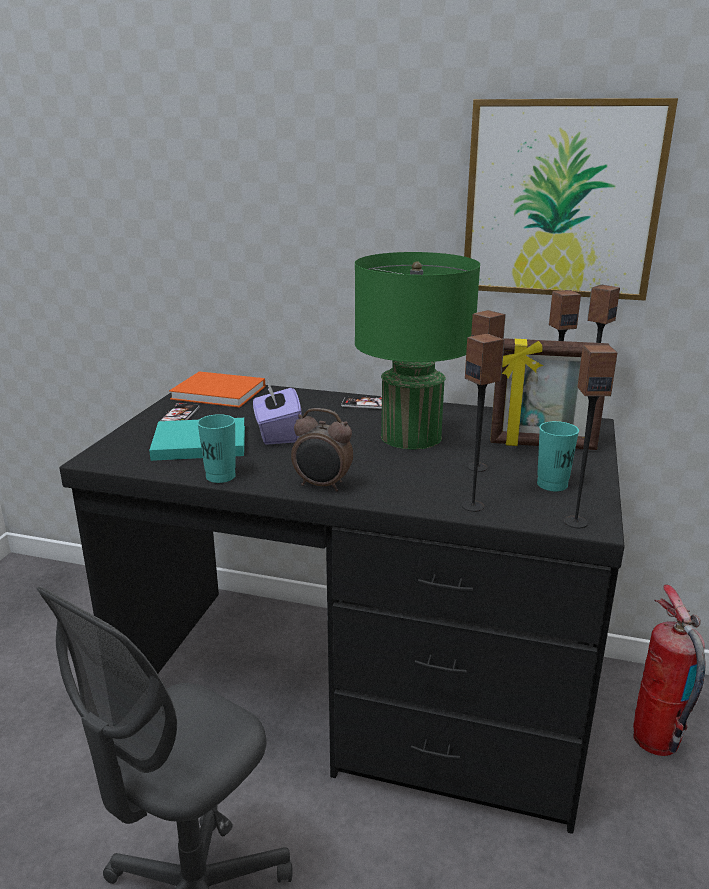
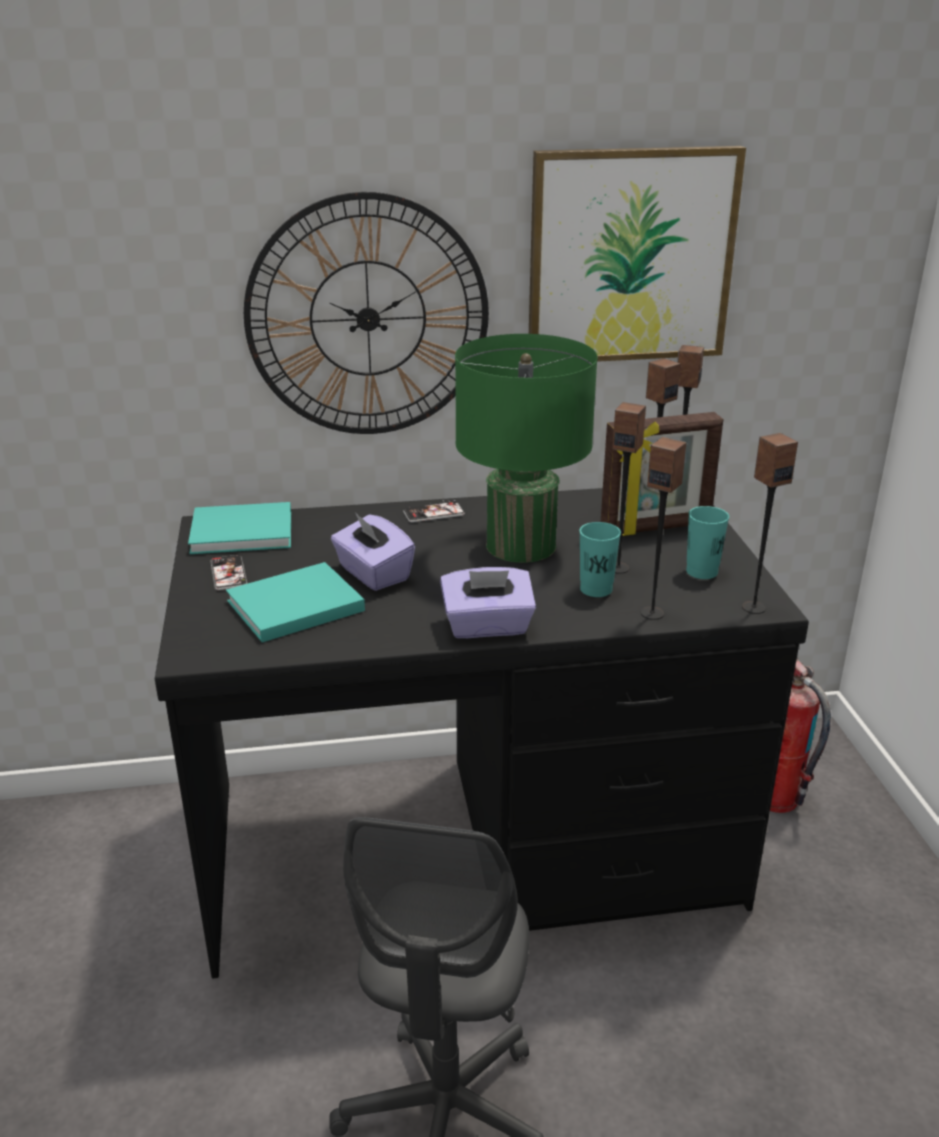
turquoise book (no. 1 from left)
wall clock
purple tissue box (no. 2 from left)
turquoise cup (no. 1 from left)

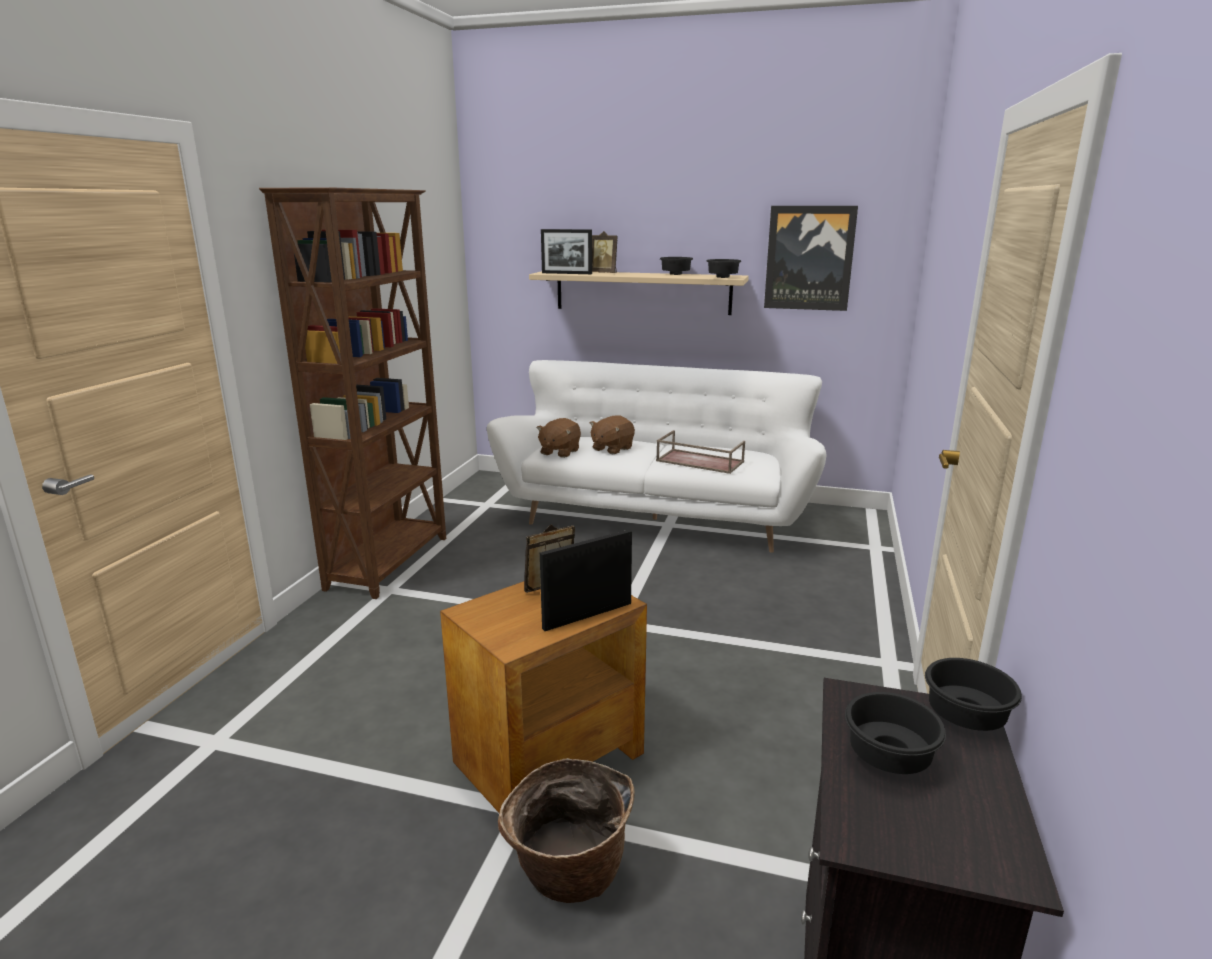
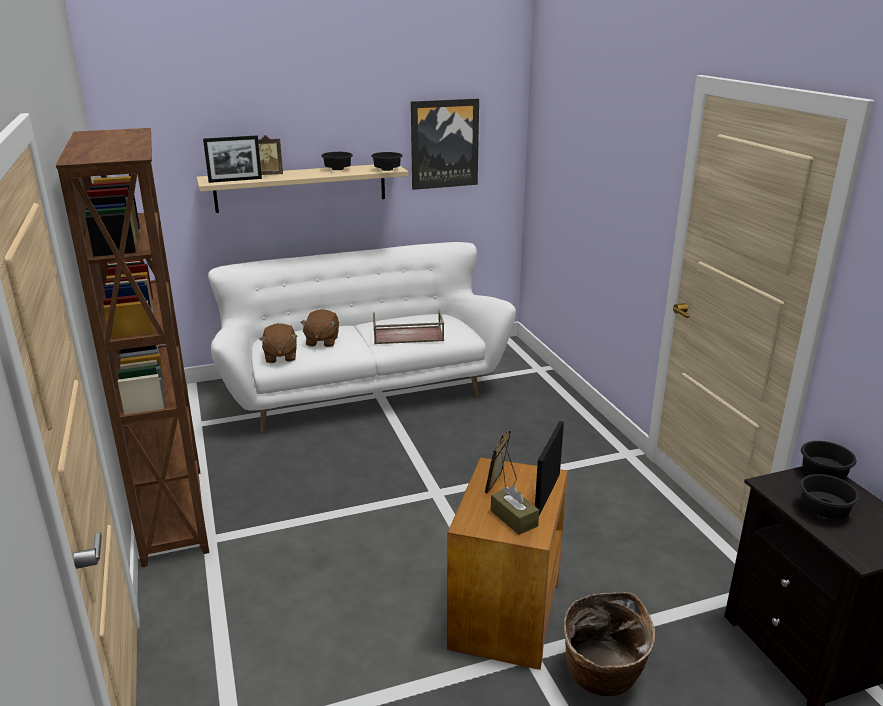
brown tissue box

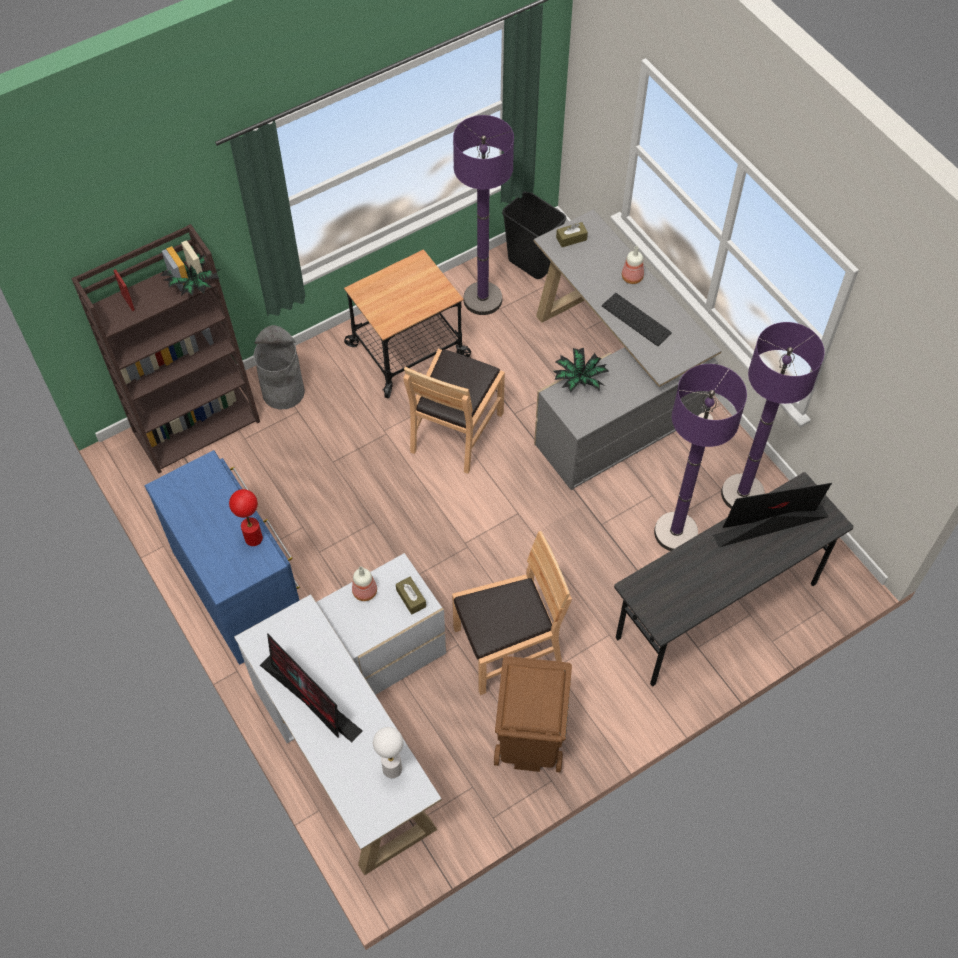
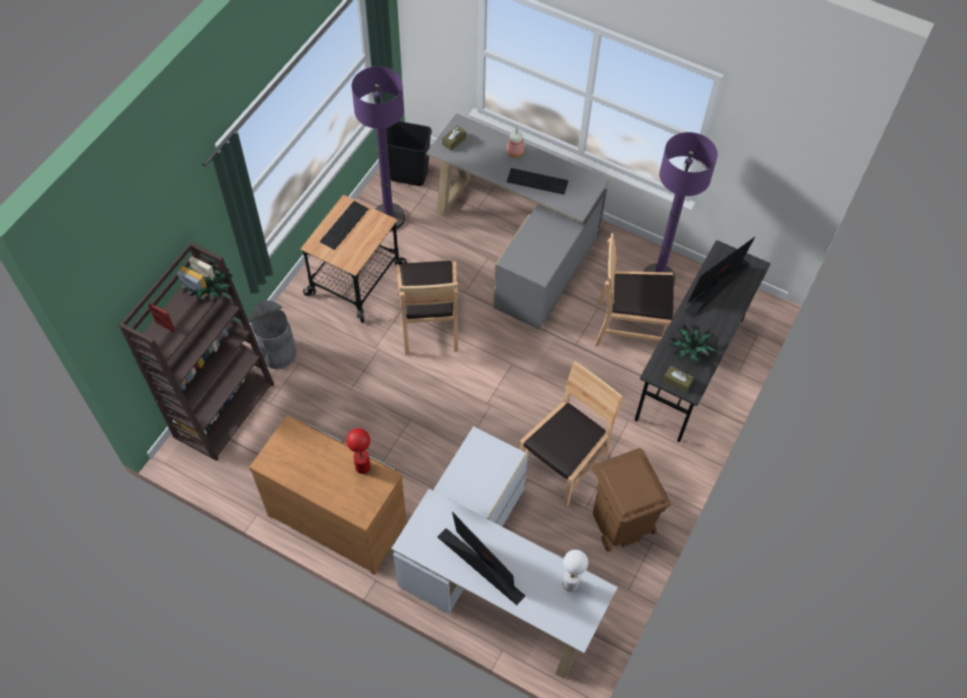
brown dresser
keyboard (no. 1 from left)
monitor (no. 1 from left)
brown chair (no. 3 from left)
brown tissue box (no. 2 from left)
potted plant (no. 2 from left)
bottle (no. 1 from left in the first image)

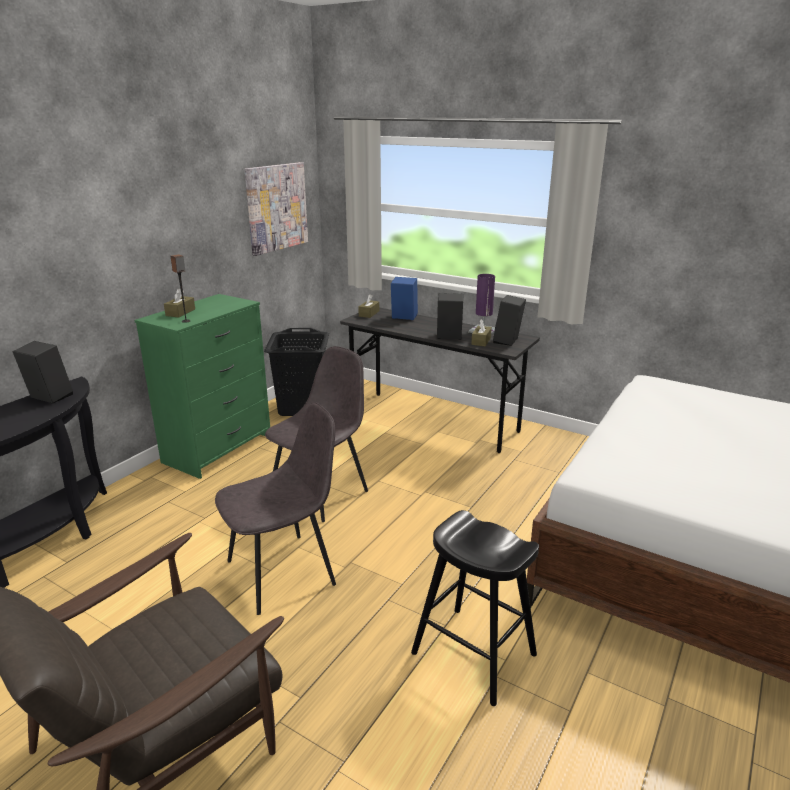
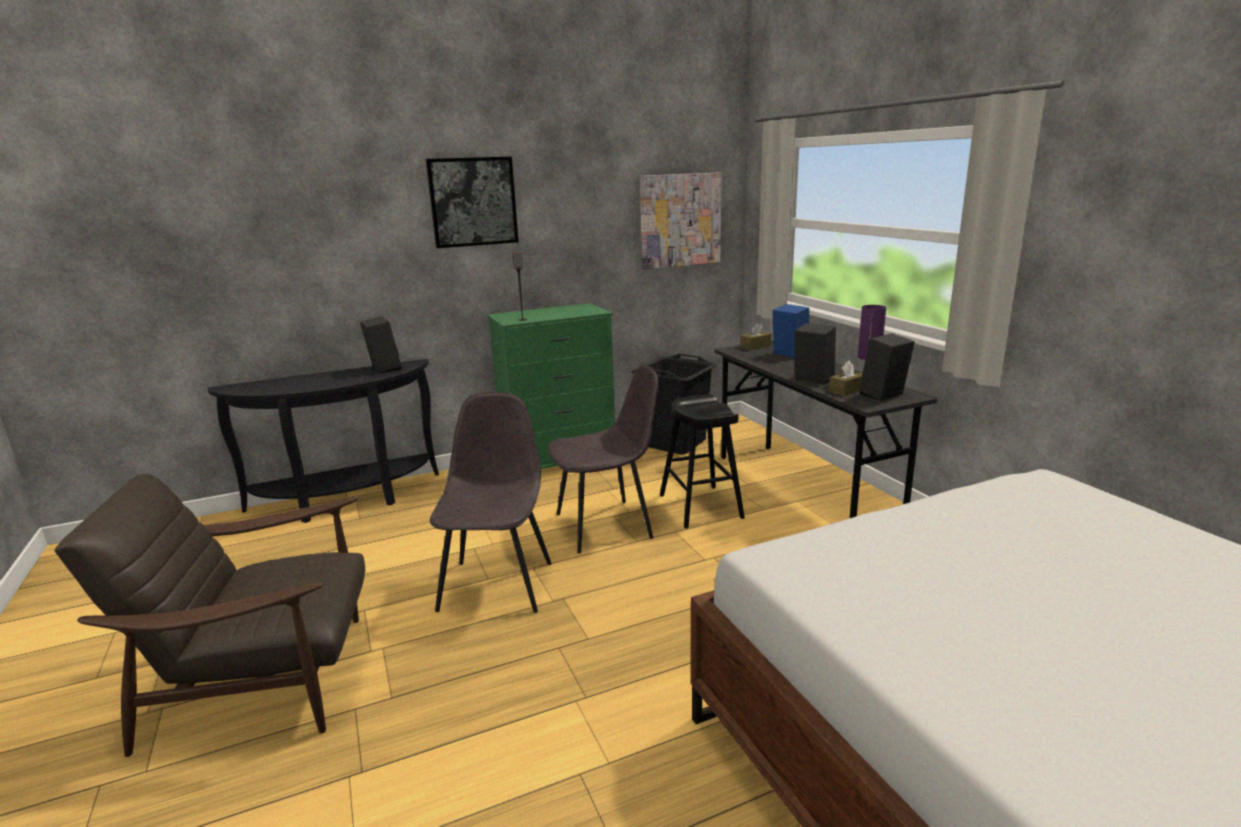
picture (no. 1 from left)
grey chair (no. 1 from left)
black stool
brown tissue box (no. 1 from left in the first image)

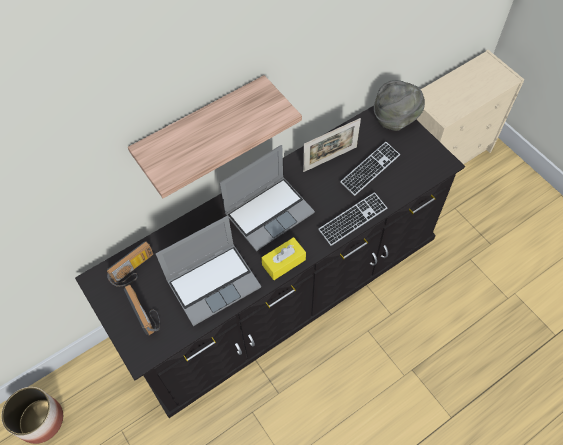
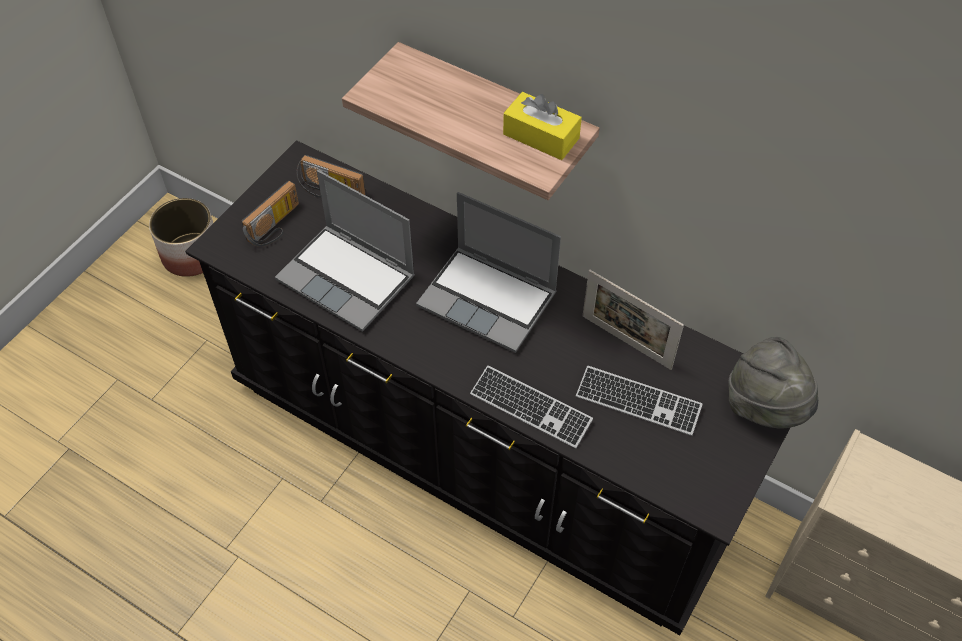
yellow tissue box

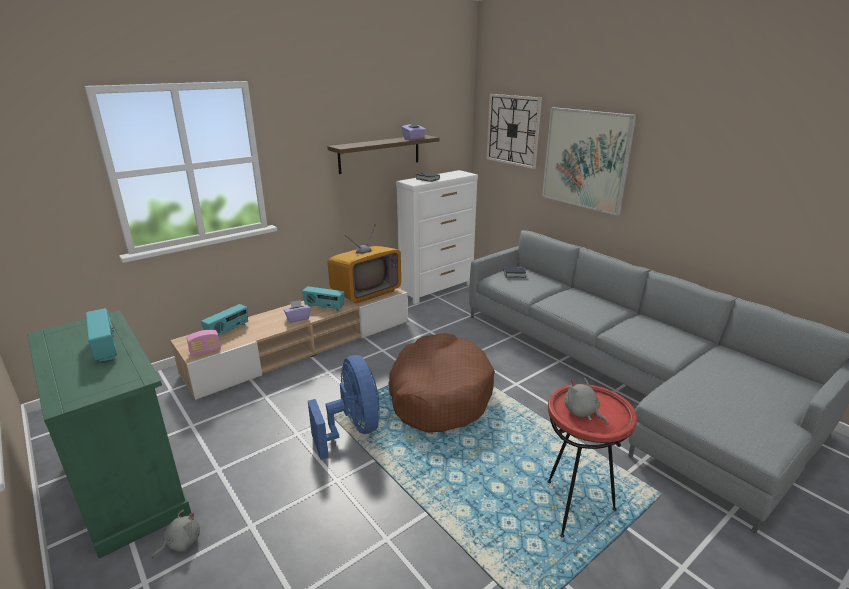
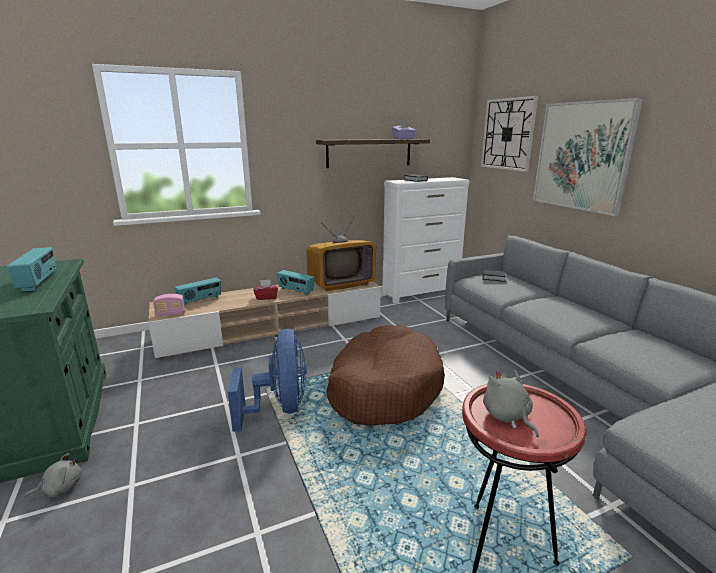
red tissue box

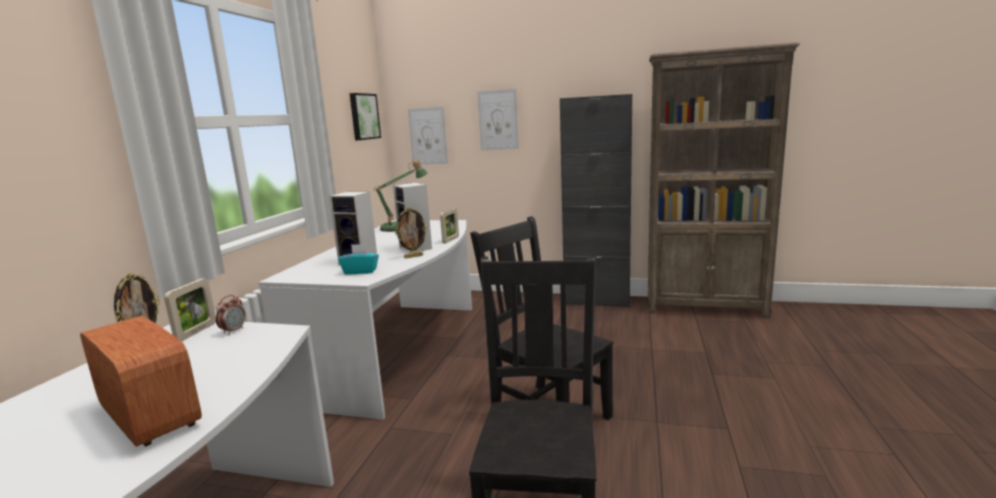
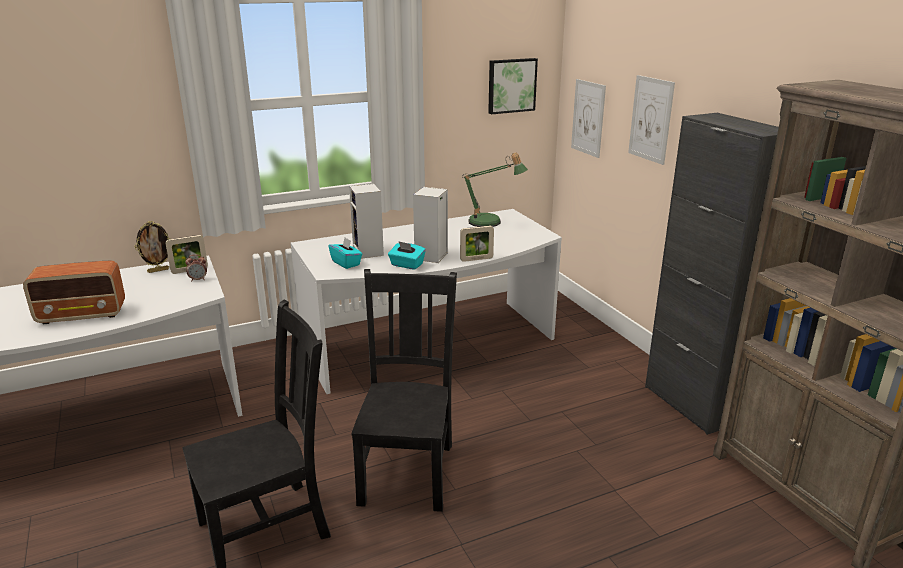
radio
turquoise tissue box (no. 2 from left)

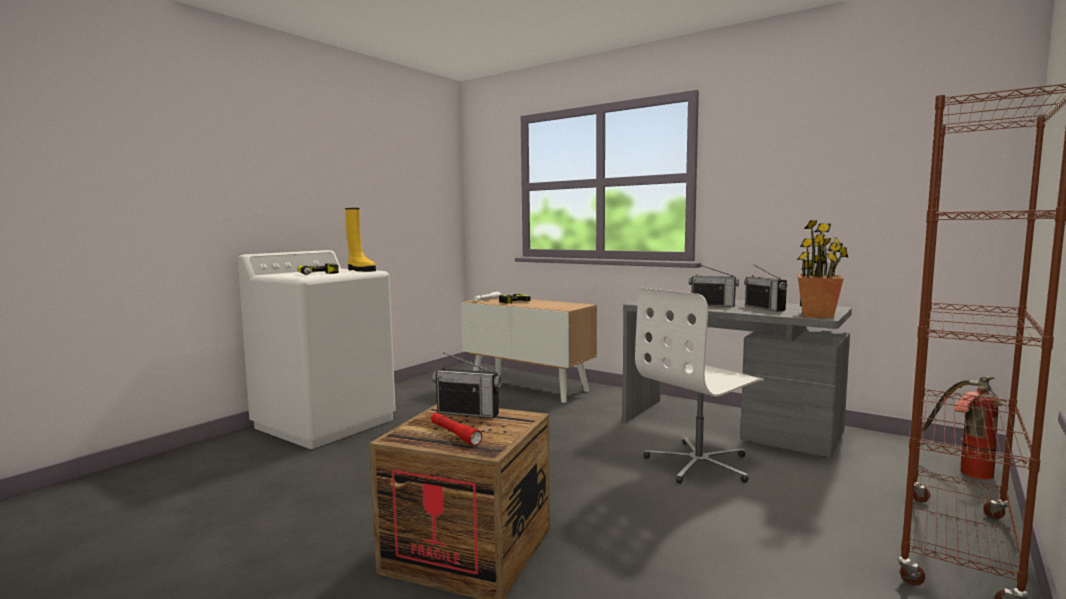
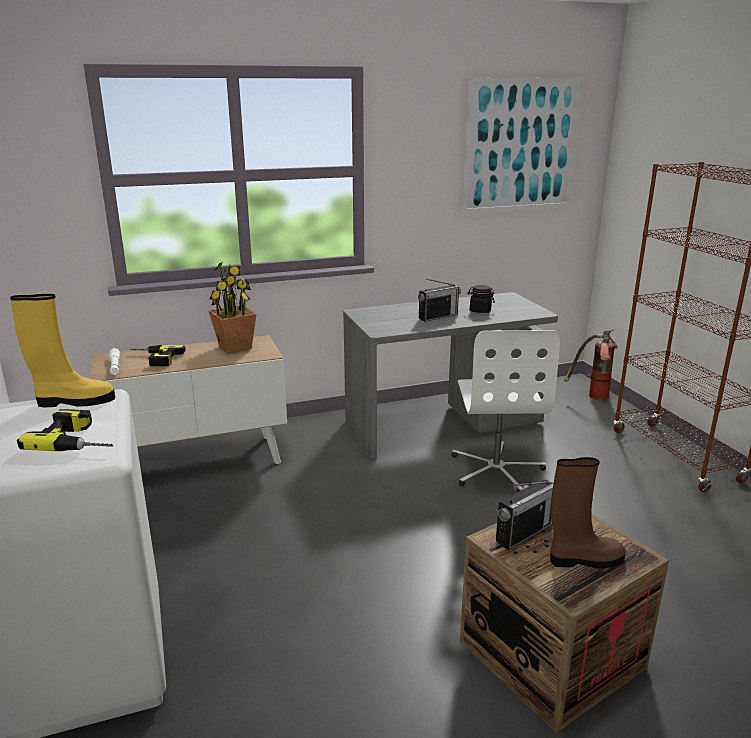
potted plant
picture
black jar
brown boot

